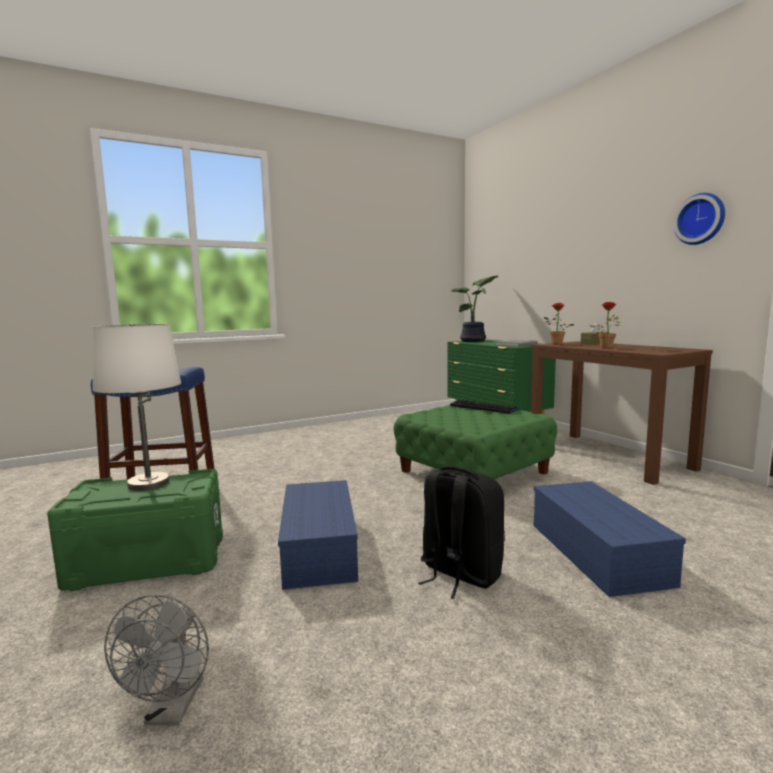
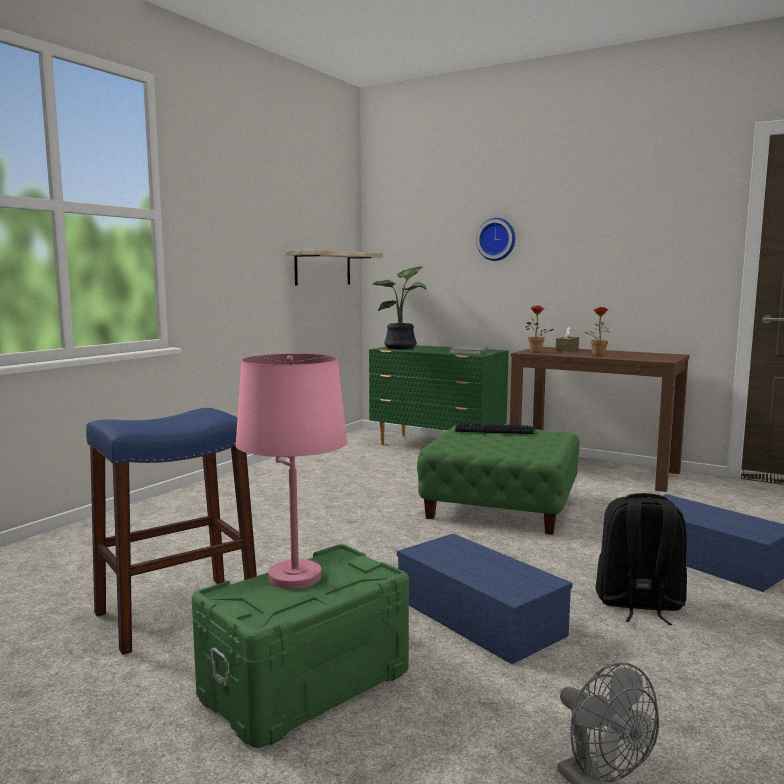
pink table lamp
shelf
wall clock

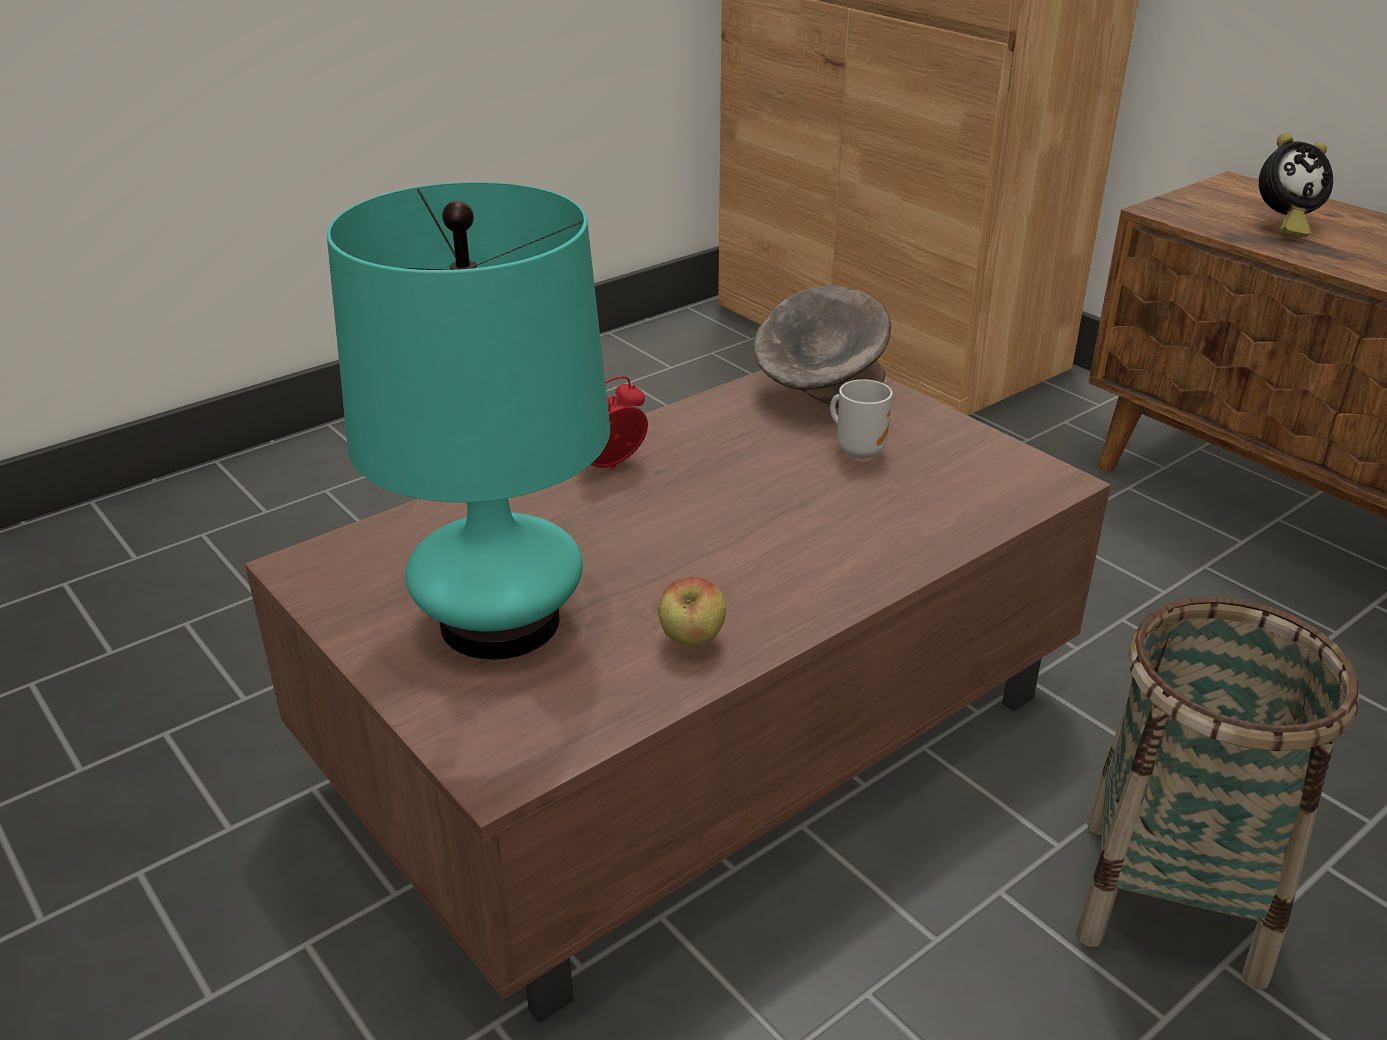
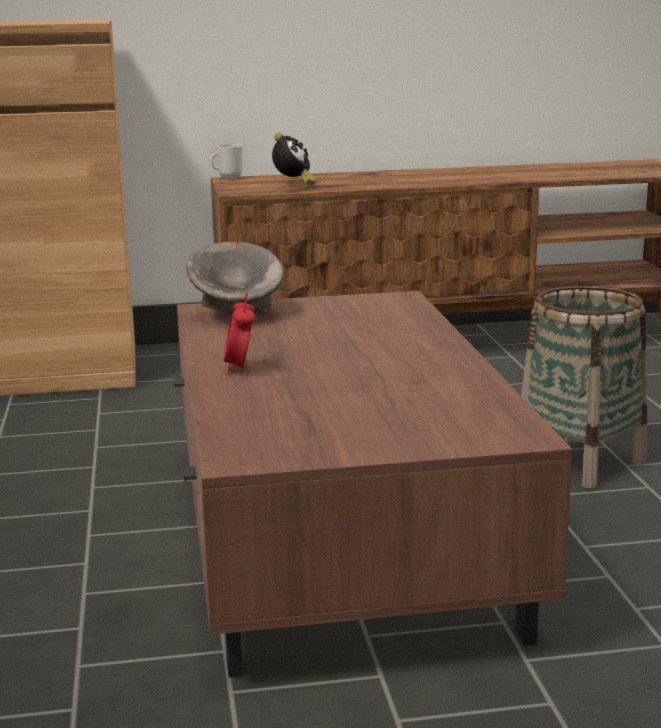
mug
turquoise table lamp
apple

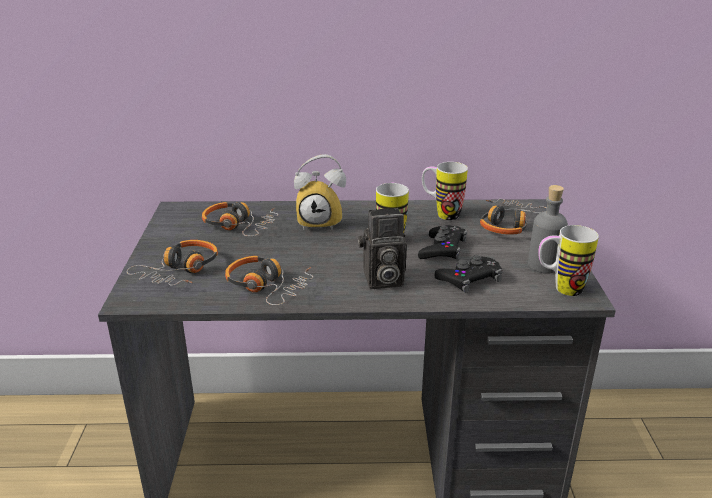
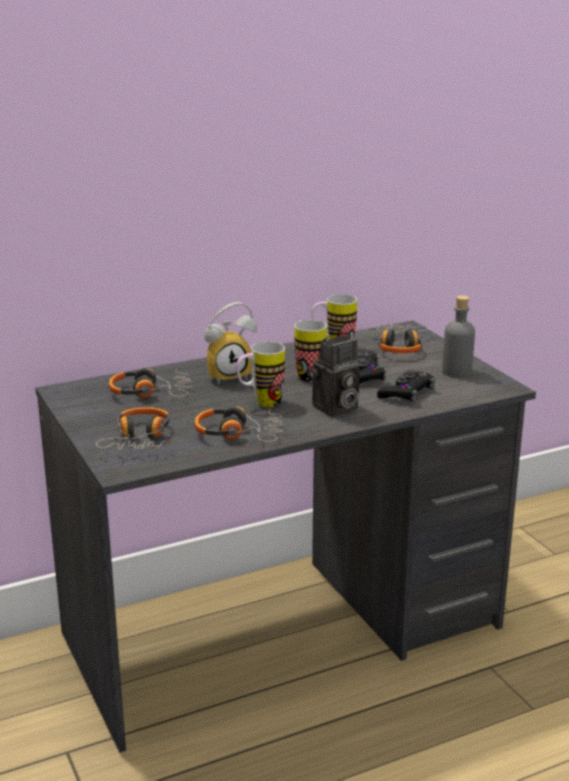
mug (no. 1 from left)

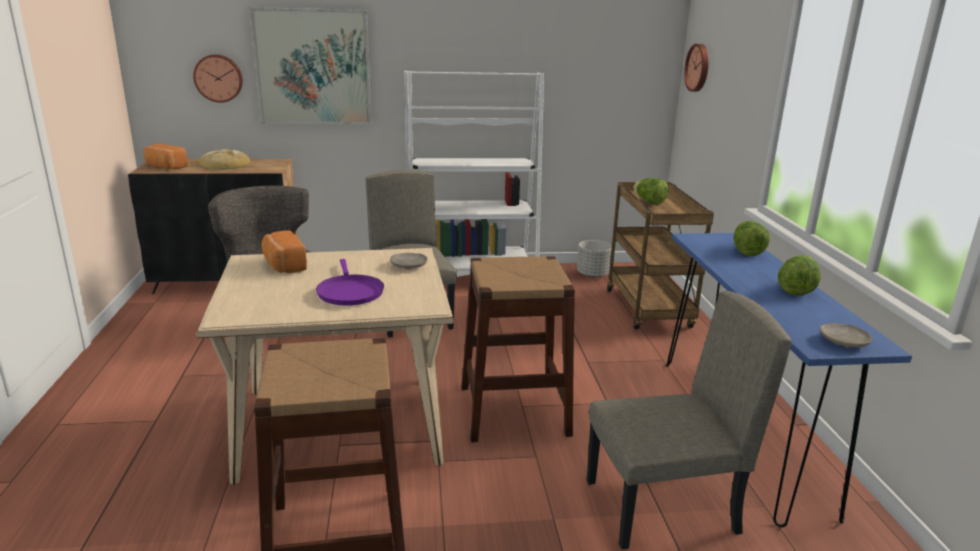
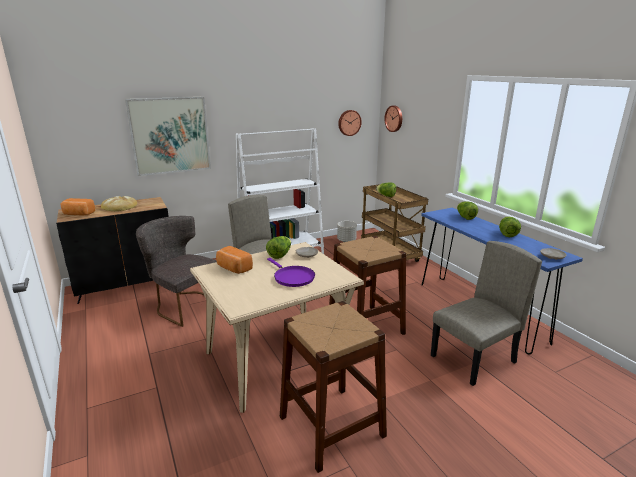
lettuce (no. 1 from left)
wall clock (no. 1 from left)

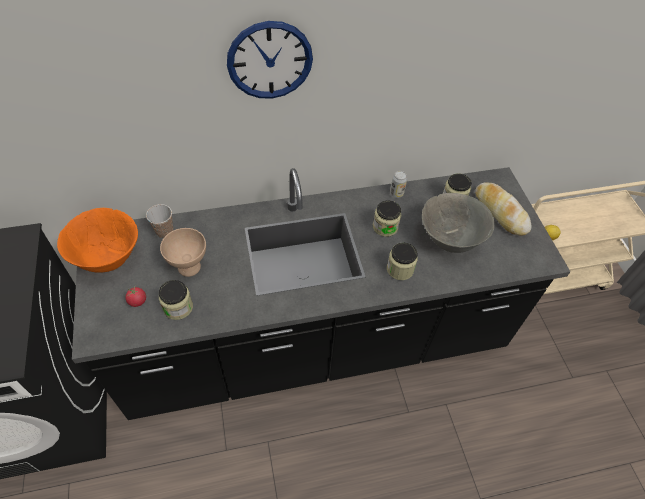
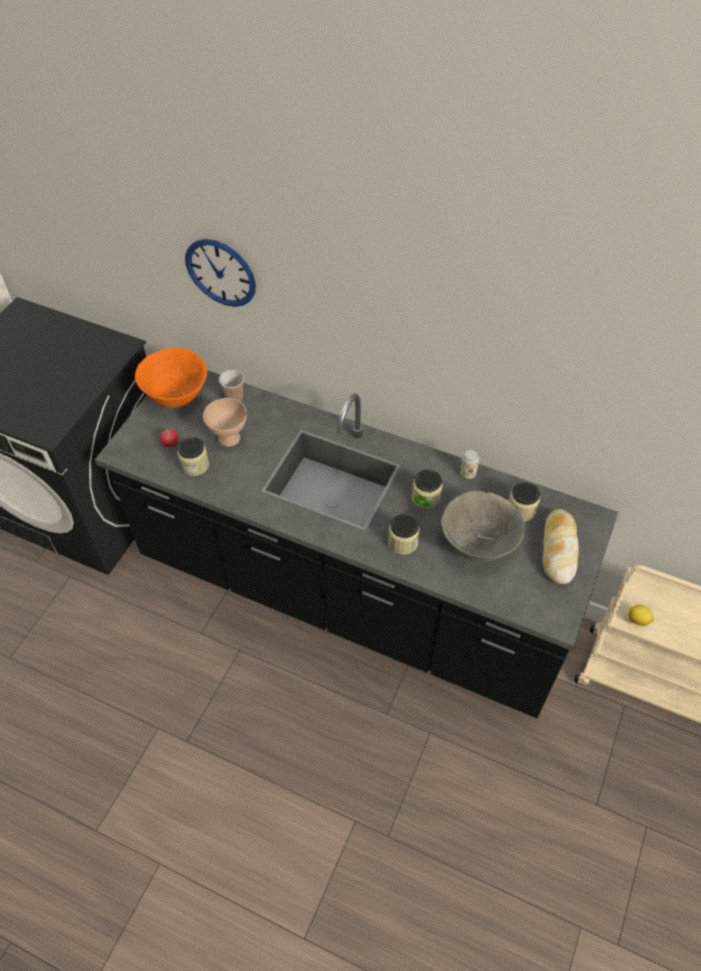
wall clock

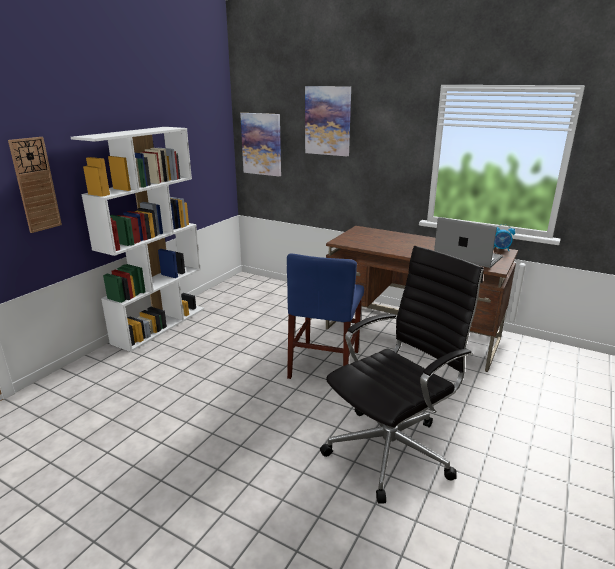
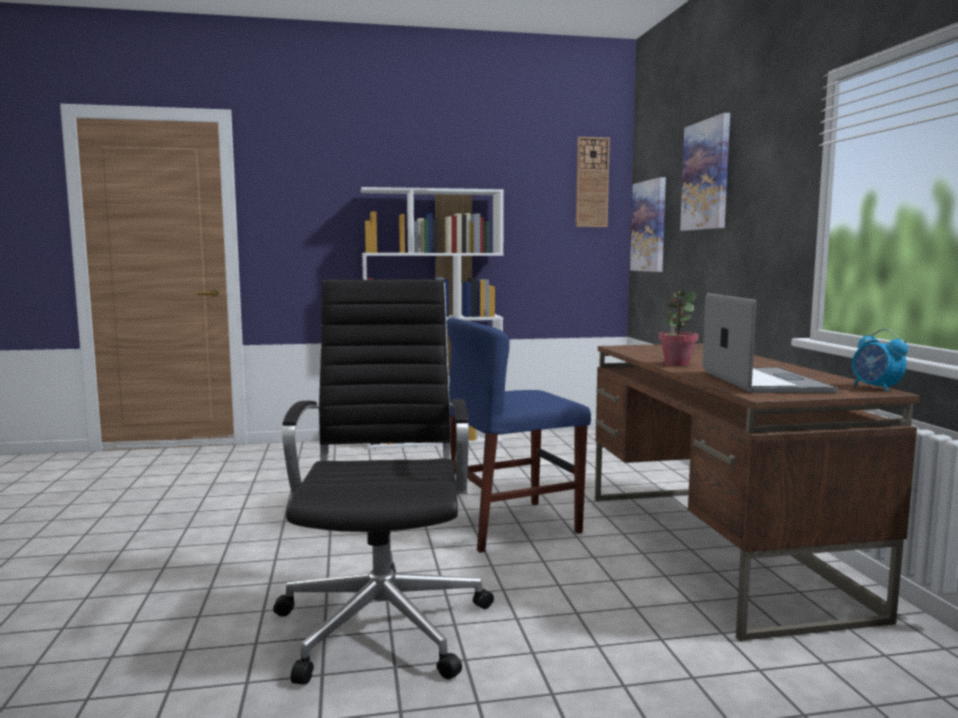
black office chair
wall clock
potted plant

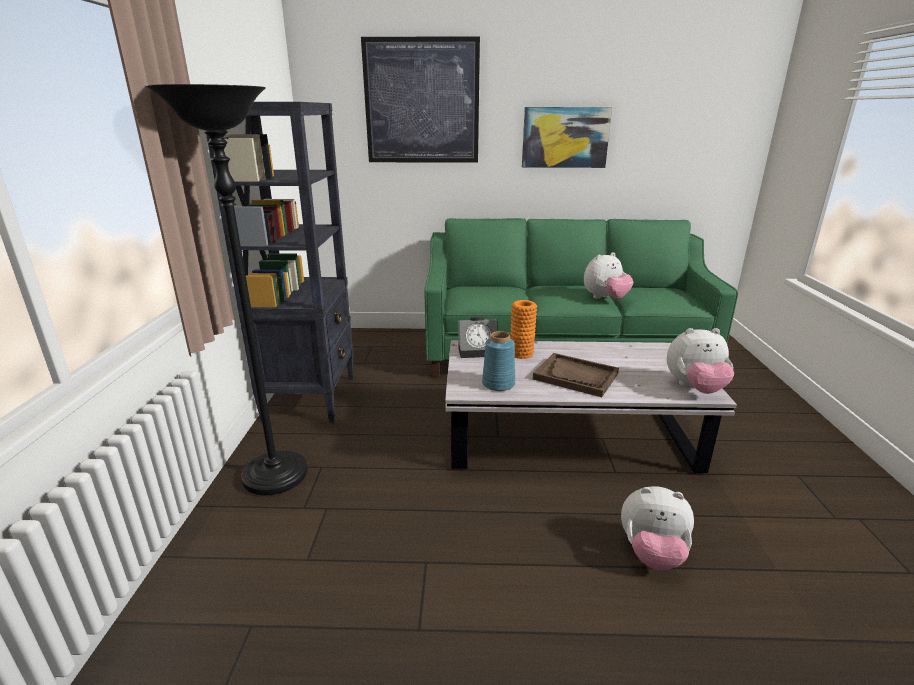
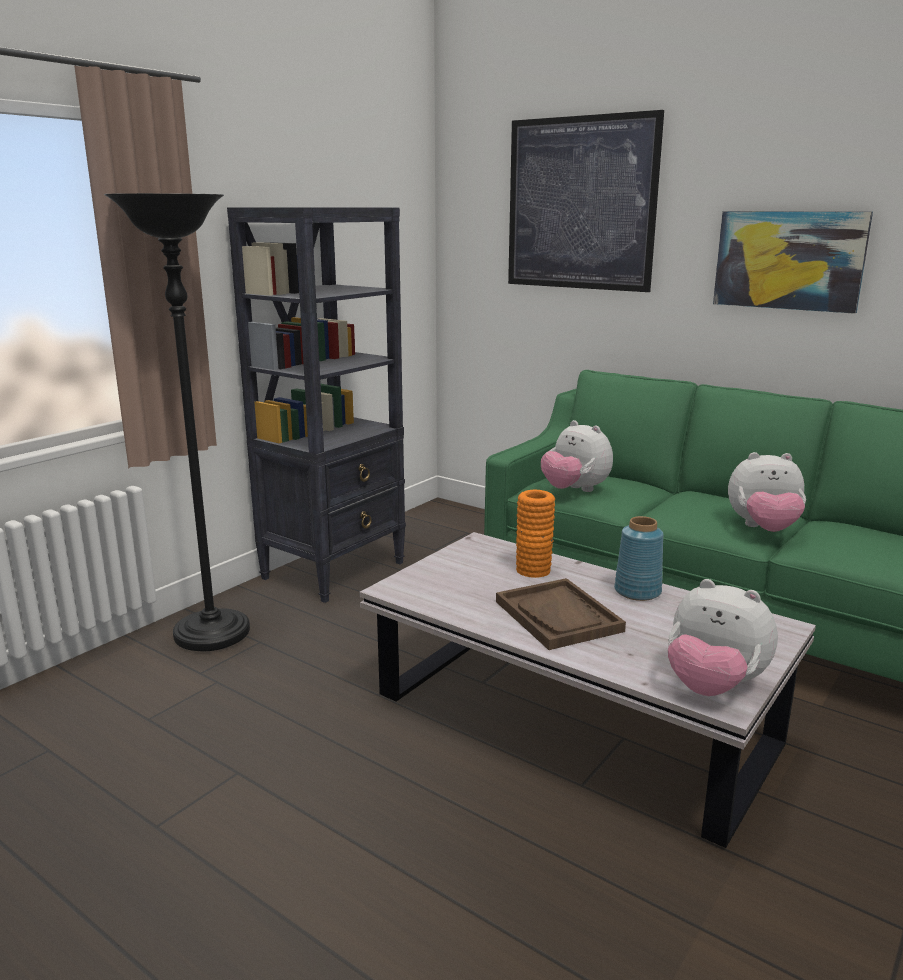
plush toy (no. 1 from left)
blue vase
alarm clock

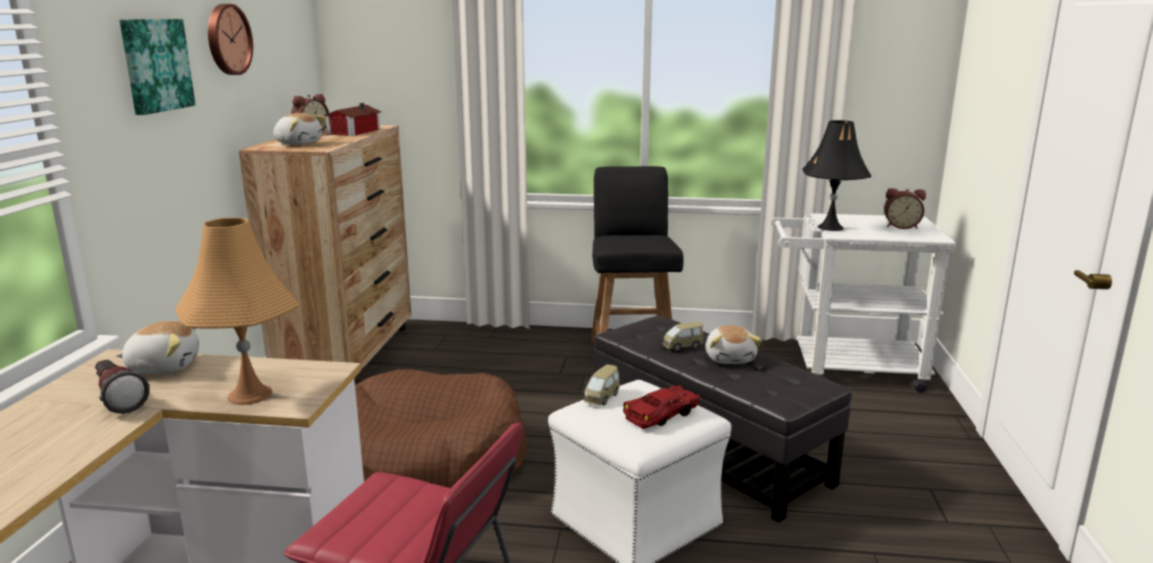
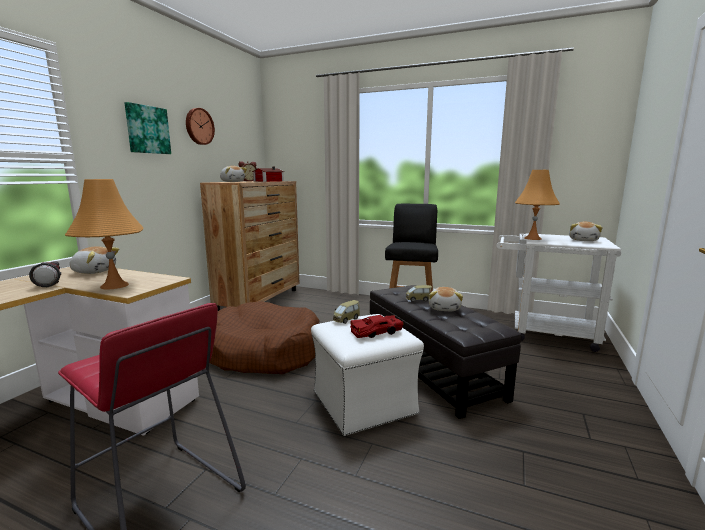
orange table lamp (no. 2 from left)
plush toy (no. 4 from left)

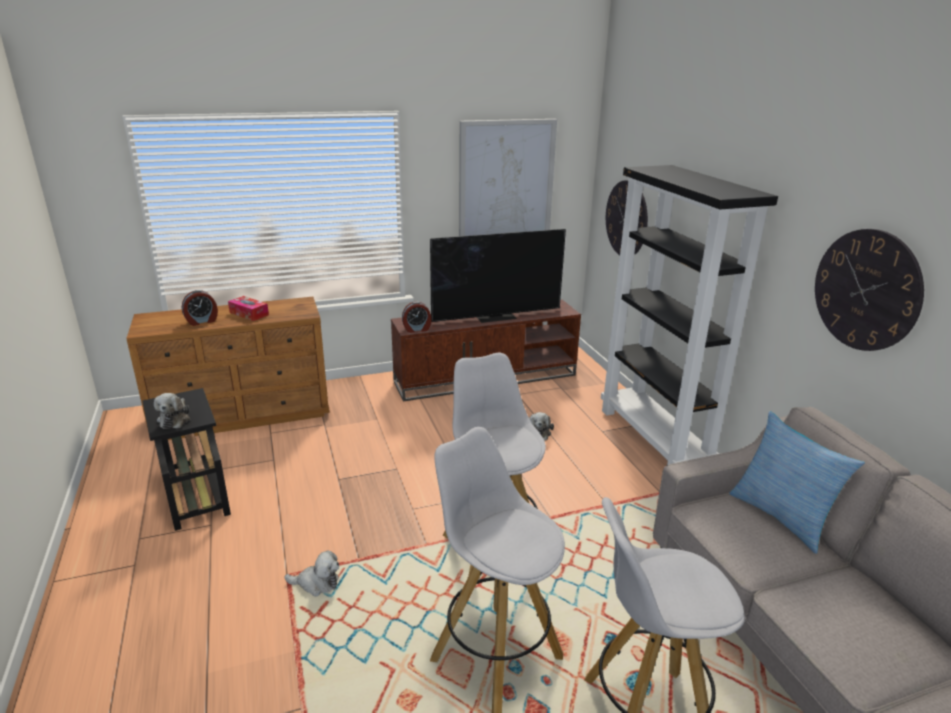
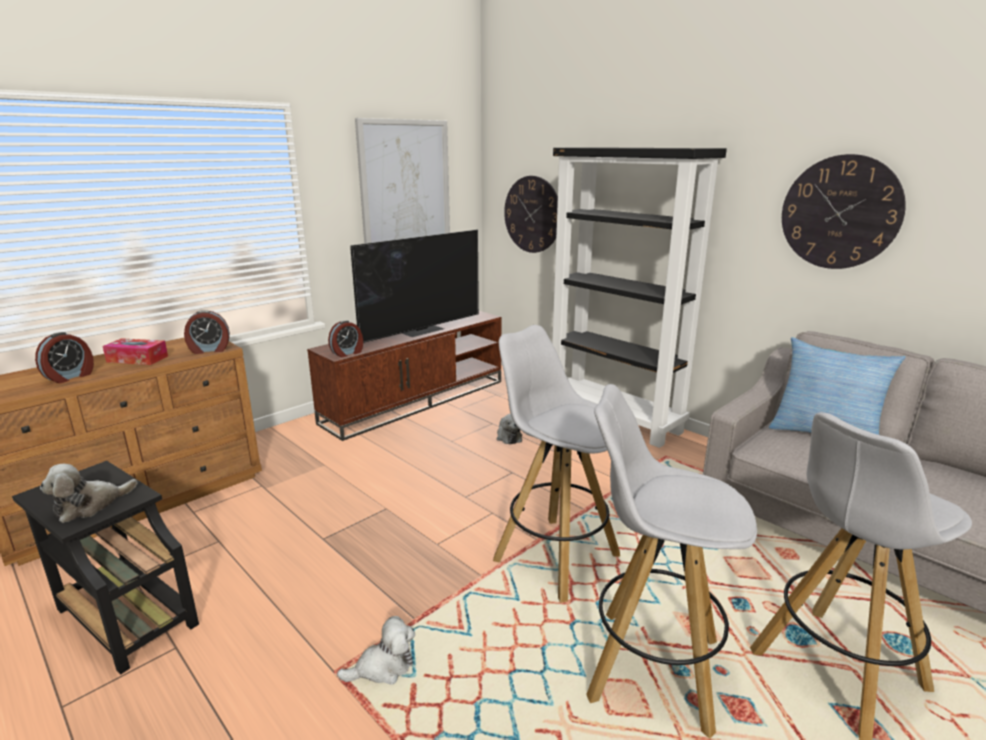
plush toy (no. 1 from left)
alarm clock (no. 2 from left)

